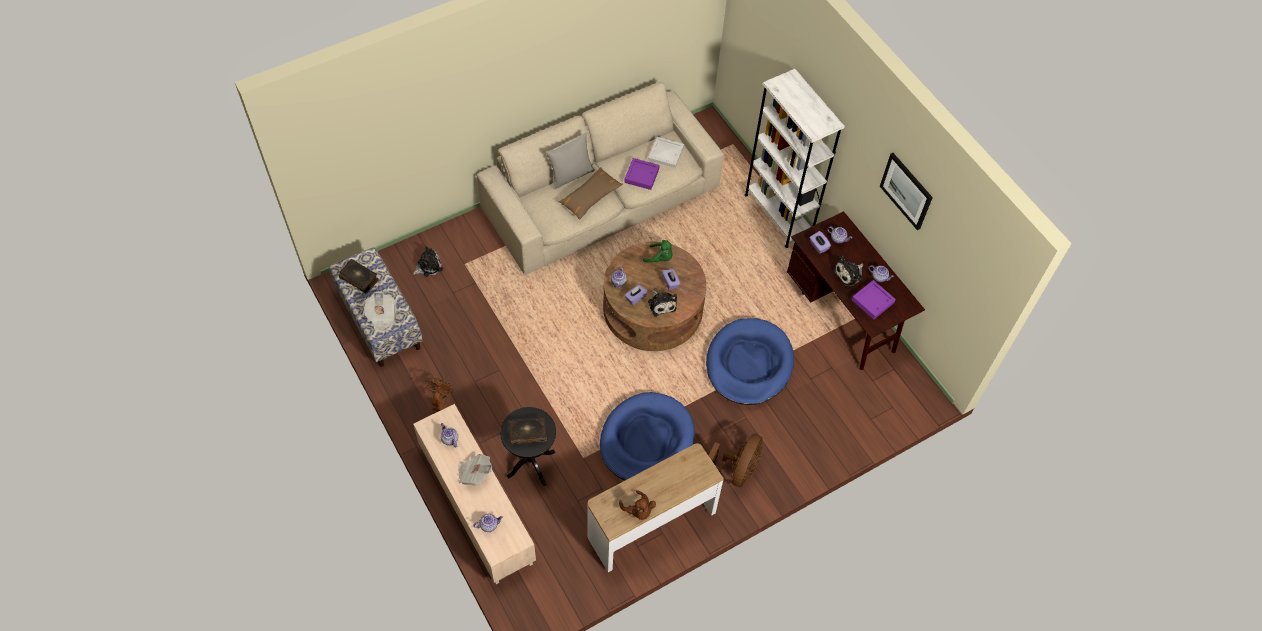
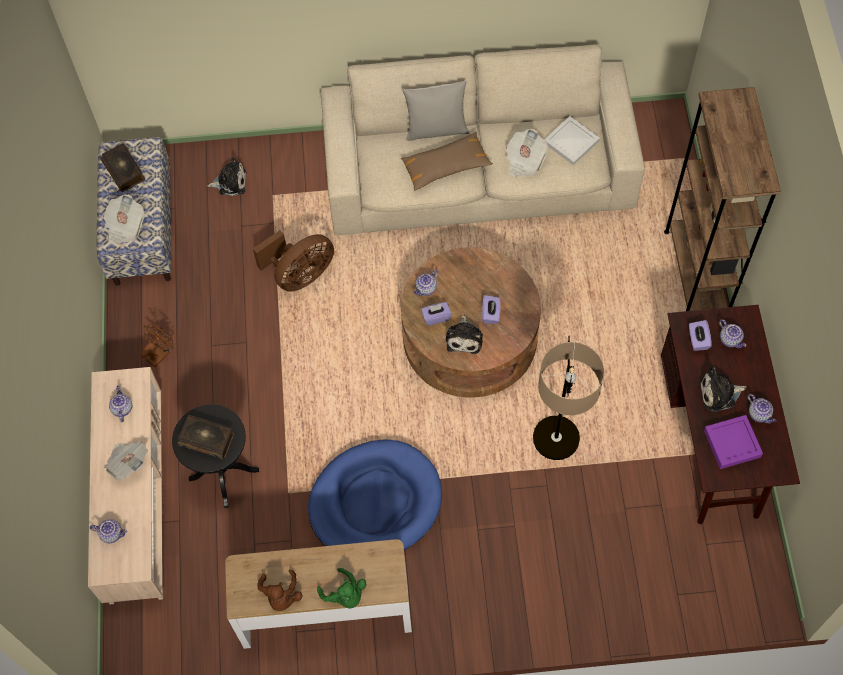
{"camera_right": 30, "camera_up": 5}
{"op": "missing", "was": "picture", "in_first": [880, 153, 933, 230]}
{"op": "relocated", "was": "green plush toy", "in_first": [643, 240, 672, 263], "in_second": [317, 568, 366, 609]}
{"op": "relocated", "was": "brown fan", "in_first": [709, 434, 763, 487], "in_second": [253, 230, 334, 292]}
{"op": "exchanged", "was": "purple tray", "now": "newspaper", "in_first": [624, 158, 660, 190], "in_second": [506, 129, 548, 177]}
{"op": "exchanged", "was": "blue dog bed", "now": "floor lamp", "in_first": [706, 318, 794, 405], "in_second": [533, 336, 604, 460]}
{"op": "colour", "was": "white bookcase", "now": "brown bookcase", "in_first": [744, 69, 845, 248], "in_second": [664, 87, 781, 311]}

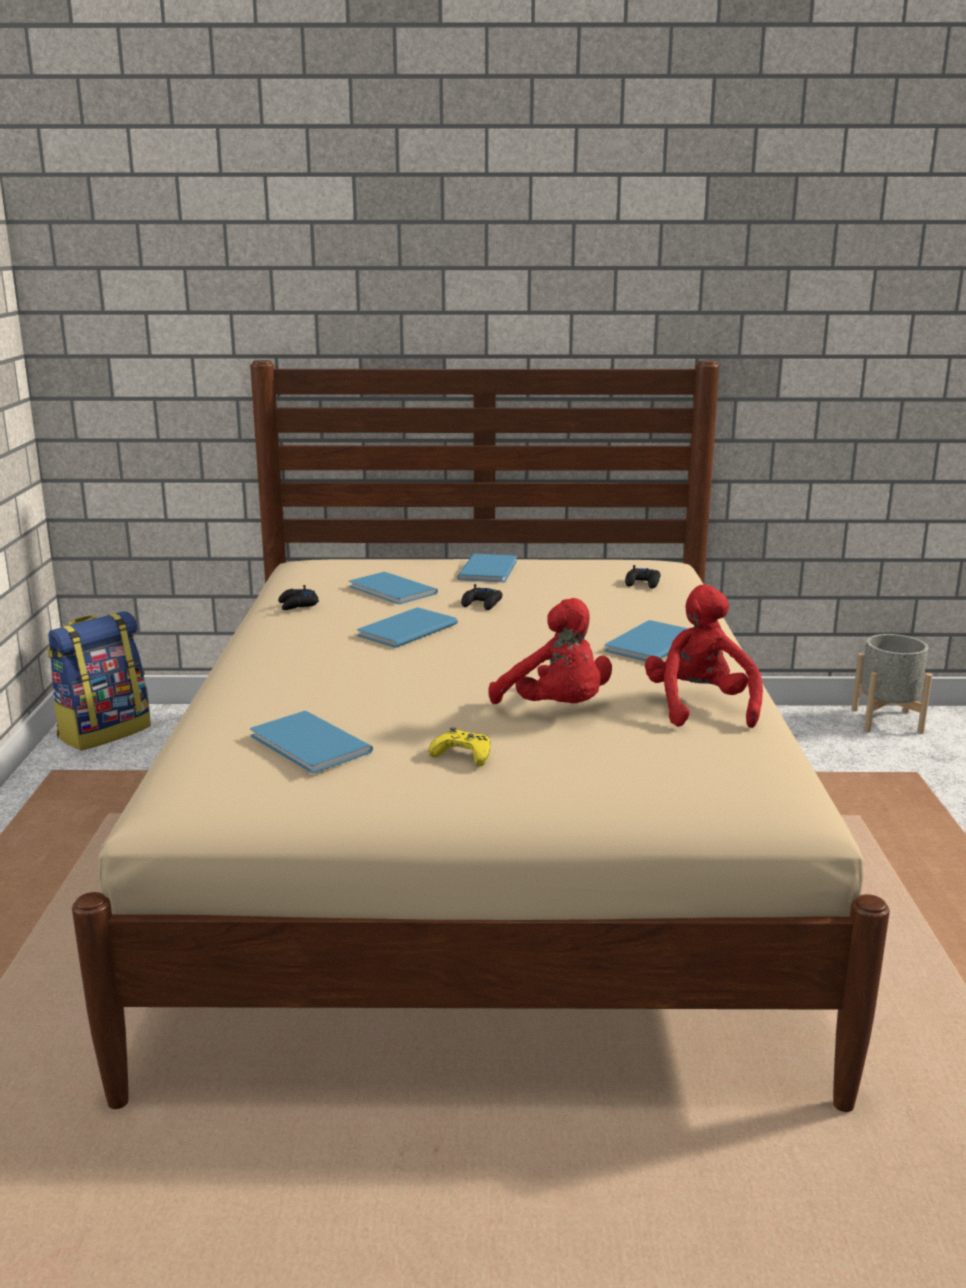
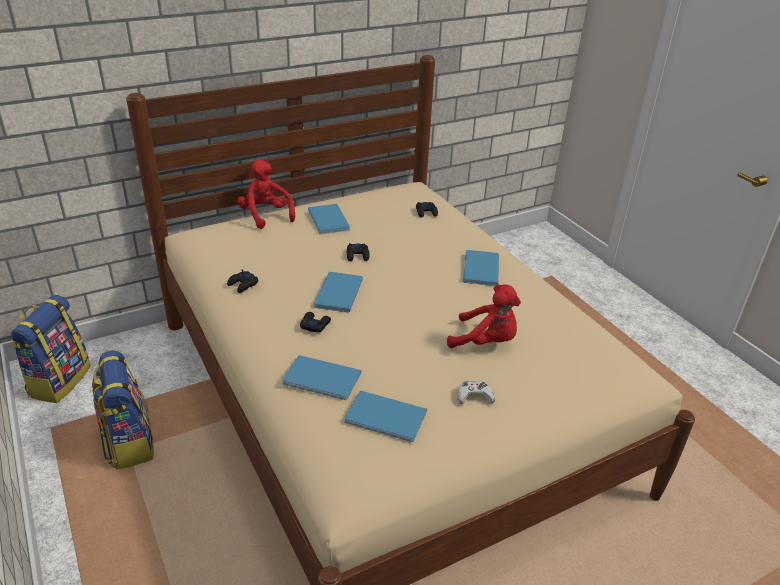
{"camera_right": -30, "camera_up": 15}
{"op": "missing", "was": "grey planter", "in_first": [851, 634, 932, 734]}
{"op": "appeared", "now": "backpack", "in_second": [92, 350, 154, 470]}
{"op": "appeared", "now": "black game controller", "in_second": [300, 312, 331, 333]}
{"op": "relocated", "was": "blue book", "in_first": [349, 572, 438, 604], "in_second": [282, 355, 361, 400]}
{"op": "relocated", "was": "red plush toy", "in_first": [645, 585, 763, 728], "in_second": [237, 159, 295, 229]}
{"op": "colour", "was": "yellow game controller", "now": "white game controller", "in_first": [428, 727, 491, 766], "in_second": [458, 381, 495, 404]}

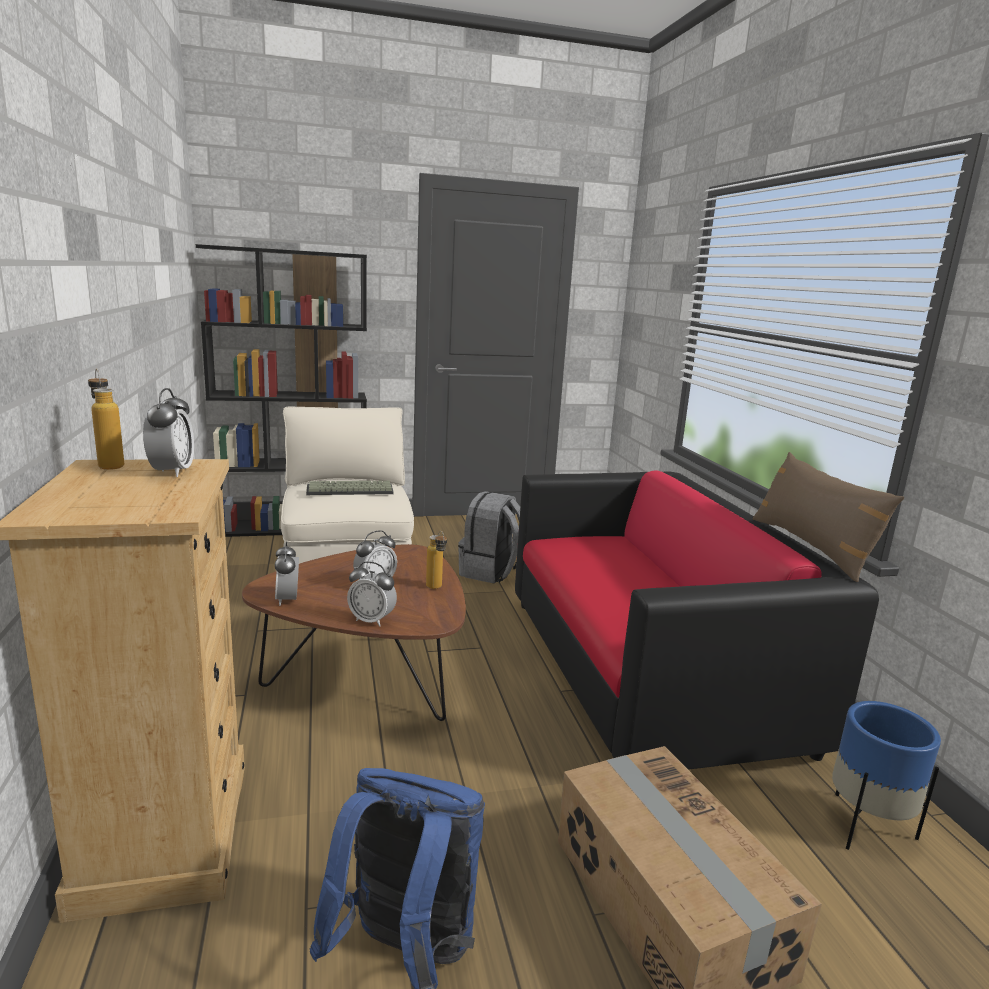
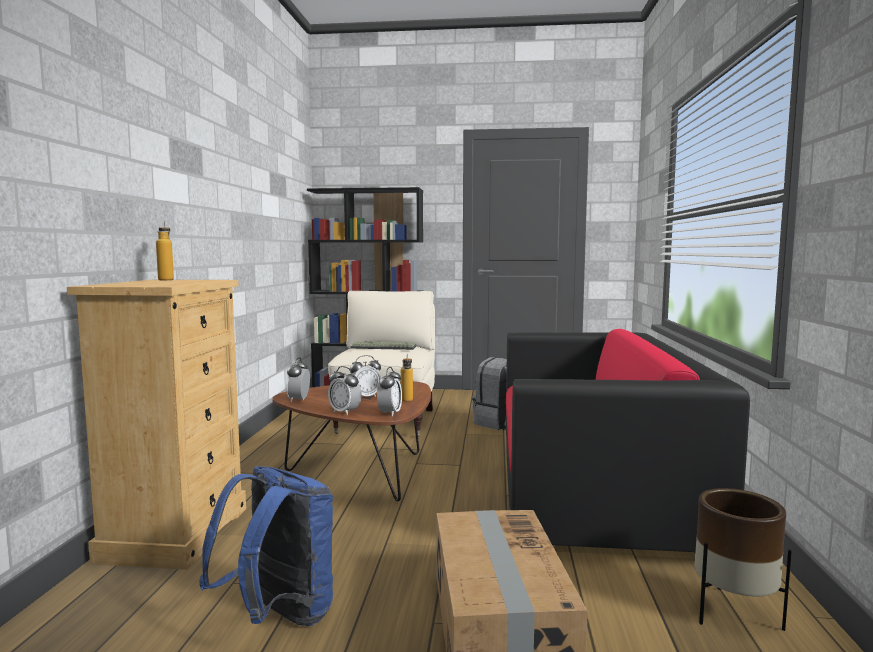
{"camera_right": 20, "camera_up": -10}
{"op": "missing", "was": "brown pillow", "in_first": [752, 452, 904, 582]}
{"op": "relocated", "was": "alarm clock", "in_first": [143, 388, 194, 477], "in_second": [377, 367, 402, 416]}
{"op": "colour", "was": "blue planter", "now": "brown planter", "in_first": [832, 701, 941, 850], "in_second": [695, 488, 792, 631]}

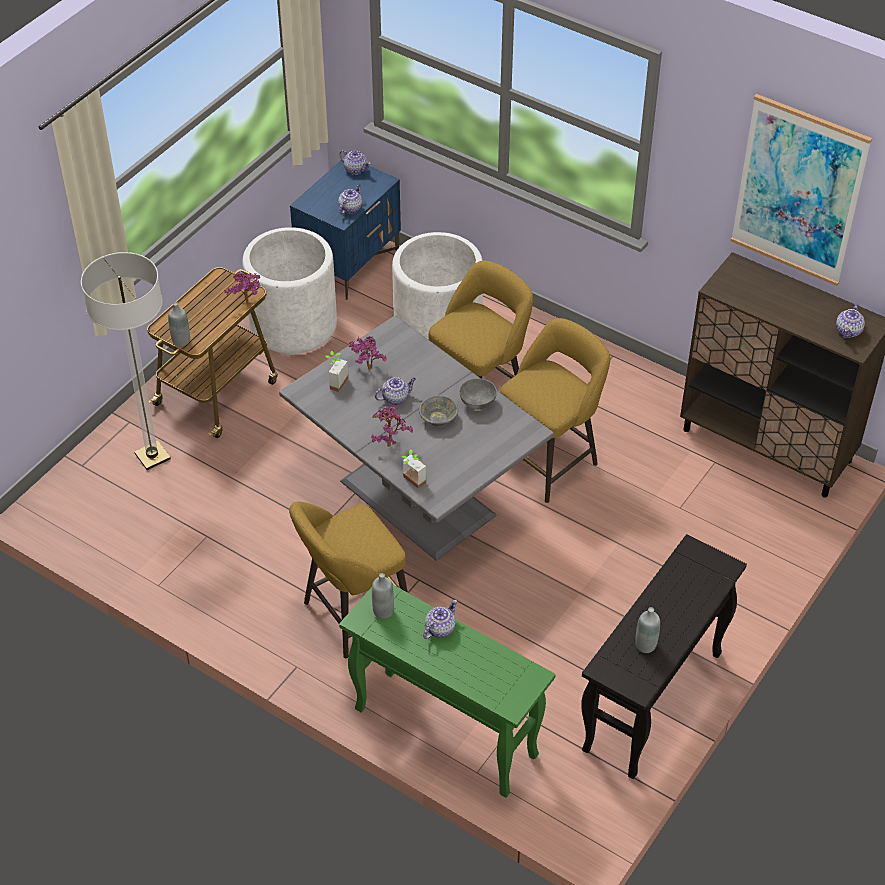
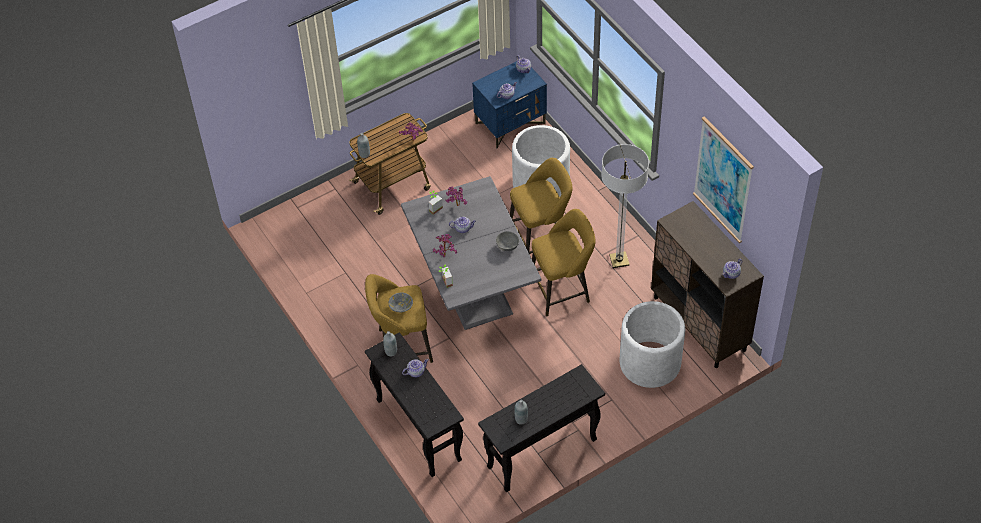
{"camera_right": 25, "camera_up": 5}
{"op": "relocated", "was": "floor lamp", "in_first": [81, 252, 171, 470], "in_second": [601, 144, 649, 268]}
{"op": "relocated", "was": "white planter", "in_first": [242, 227, 337, 354], "in_second": [620, 301, 685, 388]}
{"op": "relocated", "was": "grey bowl", "in_first": [419, 395, 458, 426], "in_second": [388, 293, 413, 313]}
{"op": "colour", "was": "green console table", "now": "black console table", "in_first": [339, 584, 556, 798], "in_second": [365, 332, 464, 477]}

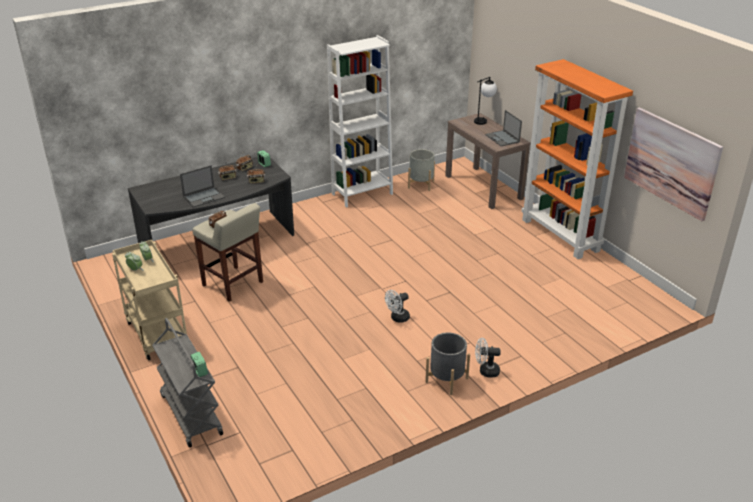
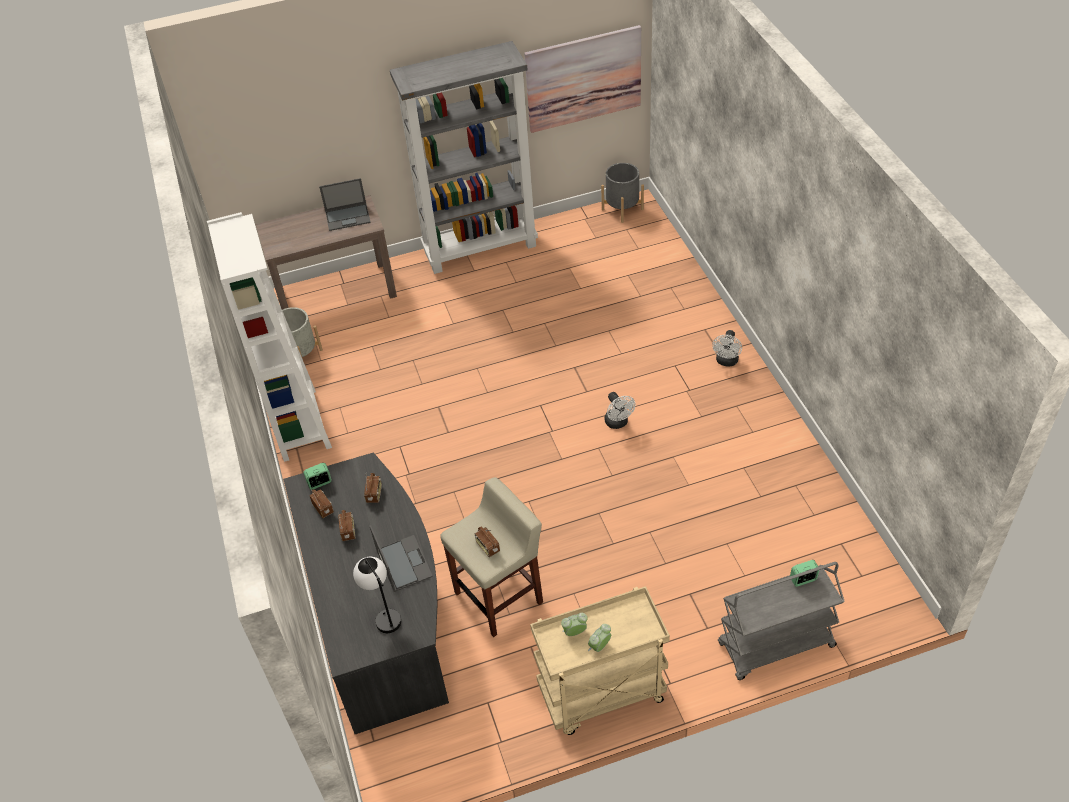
{"camera_right": -75, "camera_up": 15}
{"op": "relocated", "was": "grey planter", "in_first": [425, 332, 470, 395], "in_second": [601, 163, 644, 223]}
{"op": "relocated", "was": "table lamp", "in_first": [474, 77, 497, 125], "in_second": [353, 557, 401, 633]}
{"op": "colour", "was": "orange bookcase", "now": "grey bookcase", "in_first": [521, 59, 633, 259], "in_second": [390, 41, 538, 274]}

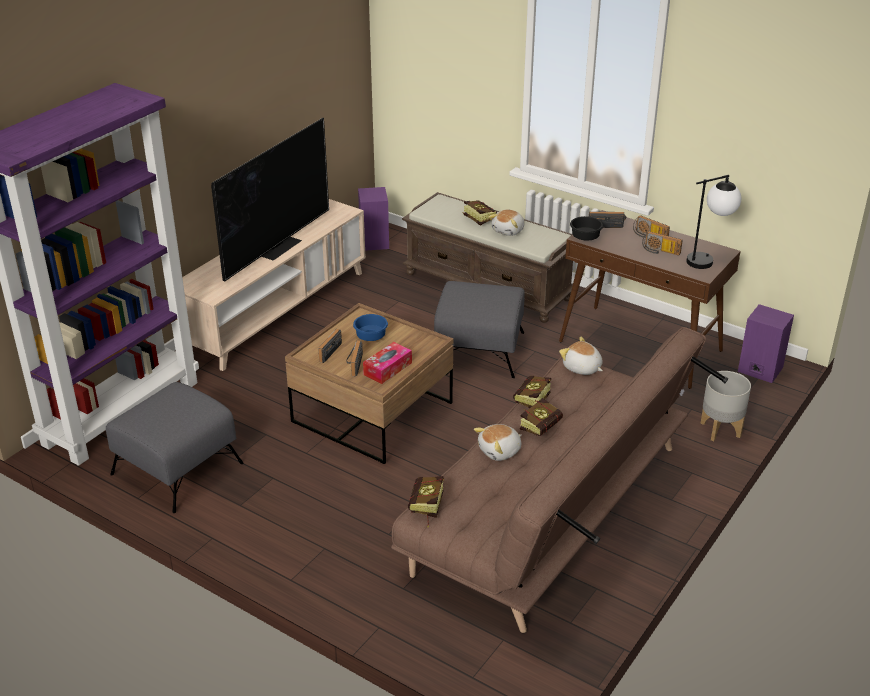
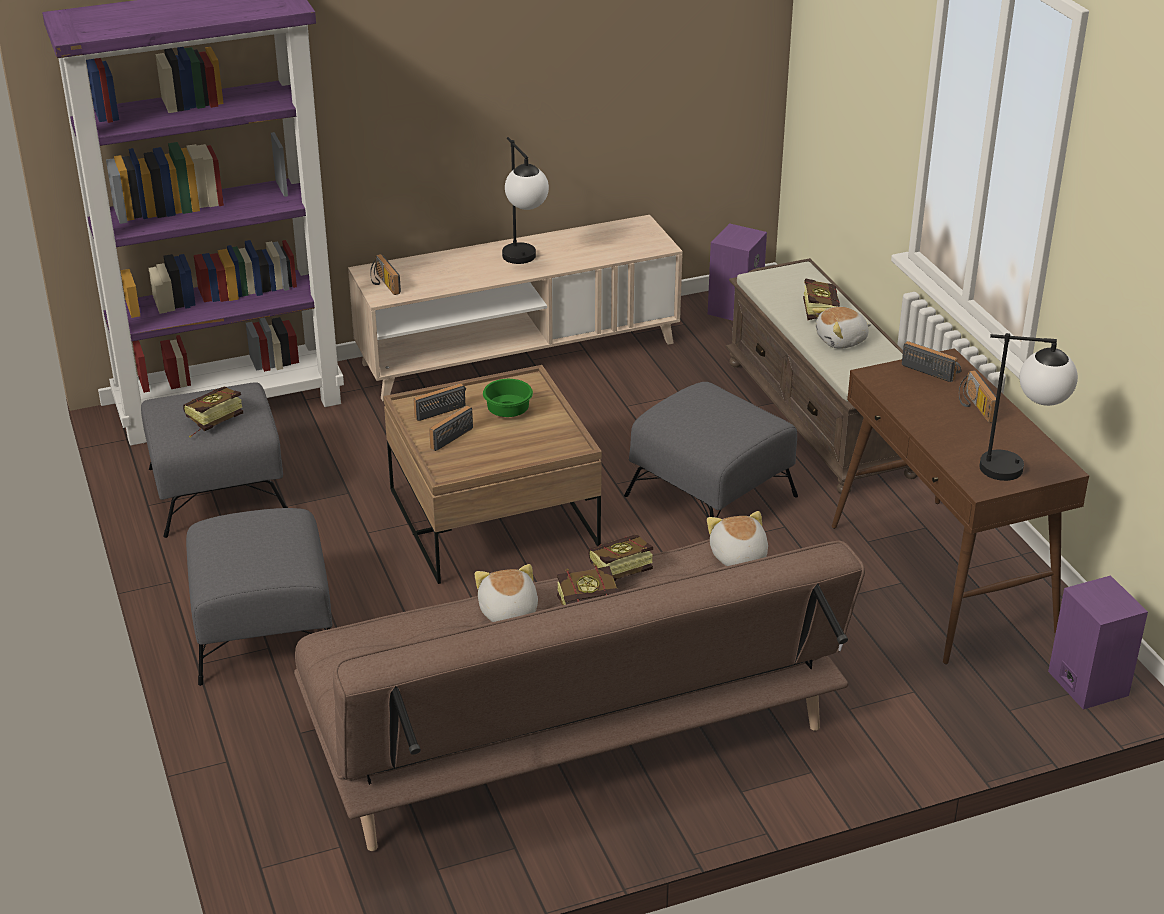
{"camera_right": 35, "camera_up": 0}
{"op": "missing", "was": "tissue box", "in_first": [363, 342, 412, 384]}
{"op": "missing", "was": "black bowl", "in_first": [570, 216, 603, 240]}
{"op": "missing", "was": "grey planter", "in_first": [700, 371, 751, 441]}
{"op": "appeared", "now": "grey ottoman", "in_second": [186, 508, 333, 686]}
{"op": "relocated", "was": "book", "in_first": [408, 476, 444, 527], "in_second": [183, 387, 243, 437]}
{"op": "relocated", "was": "radio", "in_first": [642, 231, 683, 256], "in_second": [370, 254, 401, 295]}
{"op": "exchanged", "was": "television", "now": "table lamp", "in_first": [211, 118, 329, 281], "in_second": [502, 137, 549, 264]}
{"op": "colour", "was": "blue bowl", "now": "green bowl", "in_first": [353, 314, 388, 341], "in_second": [483, 379, 533, 417]}
{"op": "spun", "was": "plush toy", "in_first": [474, 424, 522, 461], "in_second": [475, 564, 538, 622], "clockwise": 75}

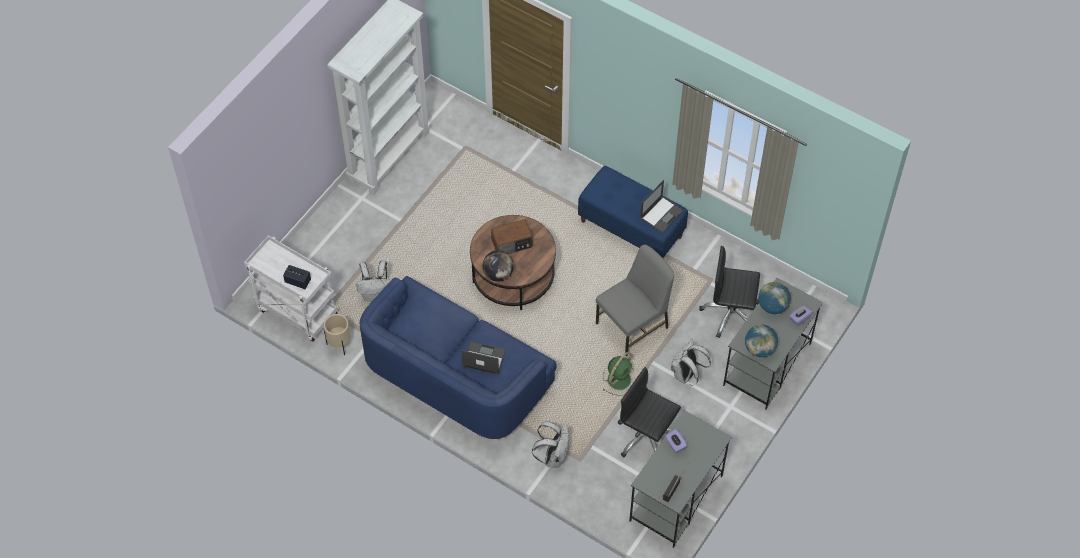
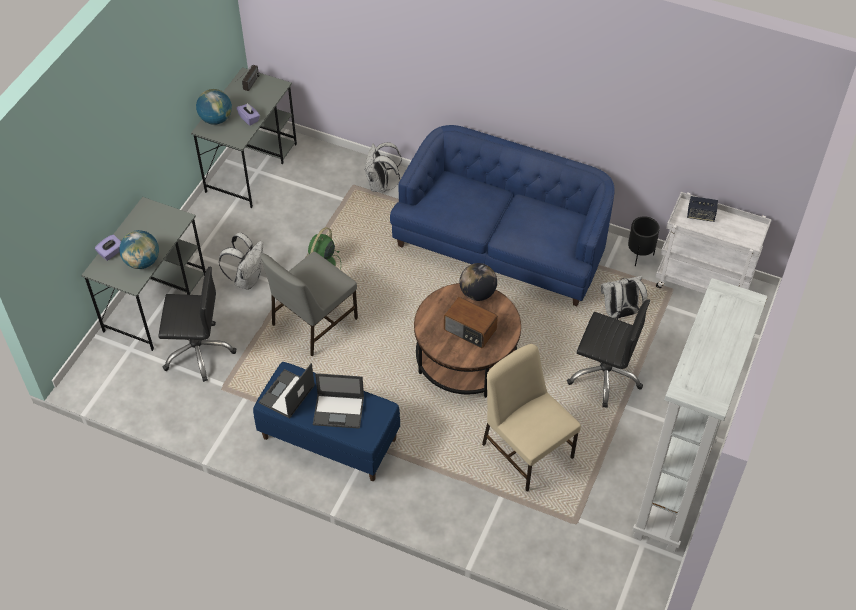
{"camera_right": 170, "camera_up": -5}
{"op": "appeared", "now": "beige chair", "in_second": [482, 344, 581, 491]}
{"op": "relocated", "was": "laptop", "in_first": [462, 341, 506, 374], "in_second": [313, 373, 364, 429]}
{"op": "relocated", "was": "black office chair", "in_first": [618, 367, 681, 457], "in_second": [567, 299, 650, 408]}
{"op": "relocated", "was": "globe", "in_first": [745, 324, 778, 357], "in_second": [196, 89, 232, 125]}
{"op": "colour", "was": "beige planter", "now": "black planter", "in_first": [324, 314, 350, 355], "in_second": [628, 216, 660, 266]}
{"op": "spun", "was": "radio", "in_first": [491, 219, 533, 254], "in_second": [444, 297, 498, 349], "clockwise": -120}

